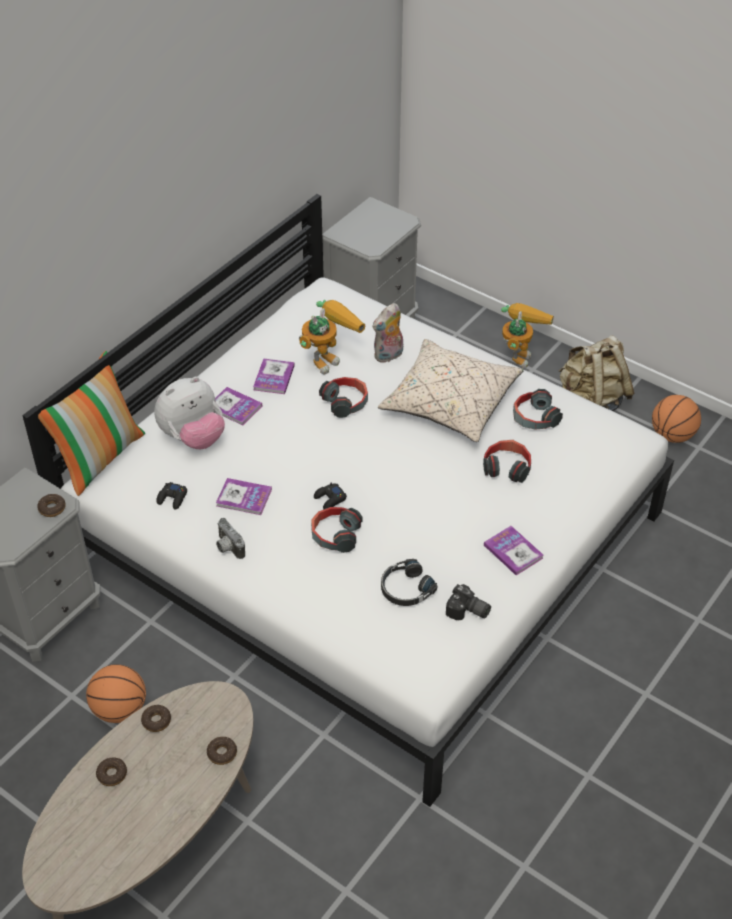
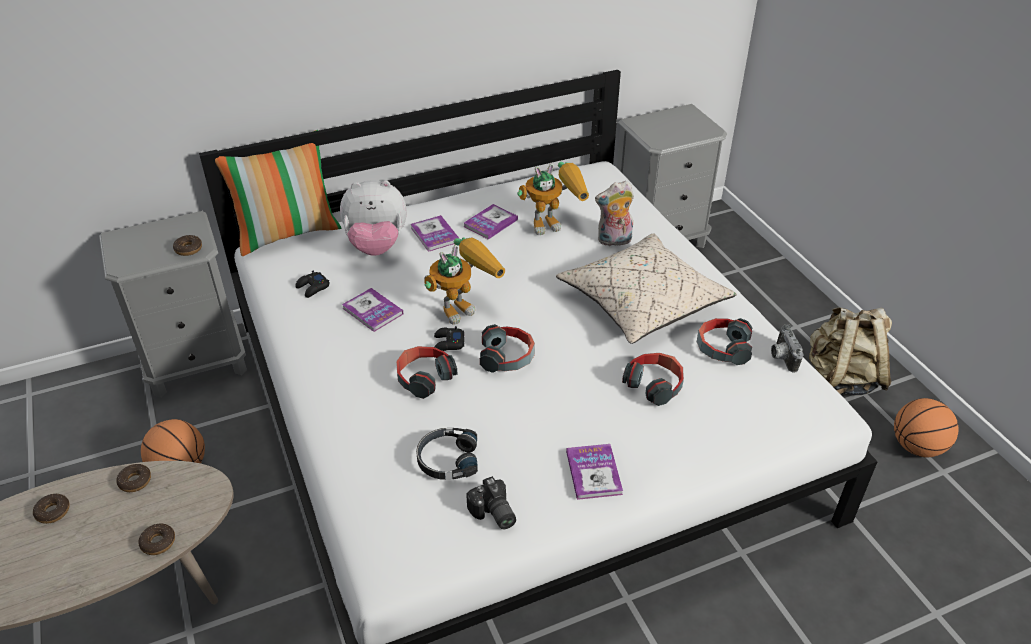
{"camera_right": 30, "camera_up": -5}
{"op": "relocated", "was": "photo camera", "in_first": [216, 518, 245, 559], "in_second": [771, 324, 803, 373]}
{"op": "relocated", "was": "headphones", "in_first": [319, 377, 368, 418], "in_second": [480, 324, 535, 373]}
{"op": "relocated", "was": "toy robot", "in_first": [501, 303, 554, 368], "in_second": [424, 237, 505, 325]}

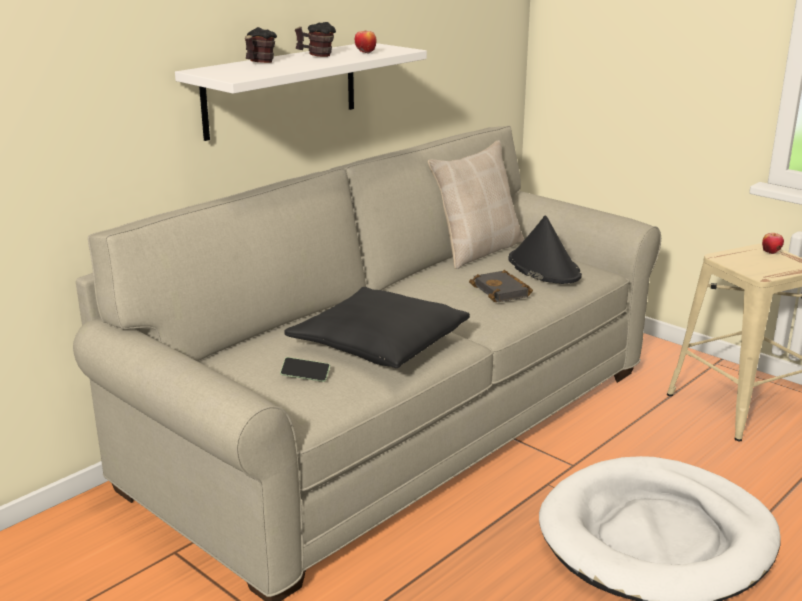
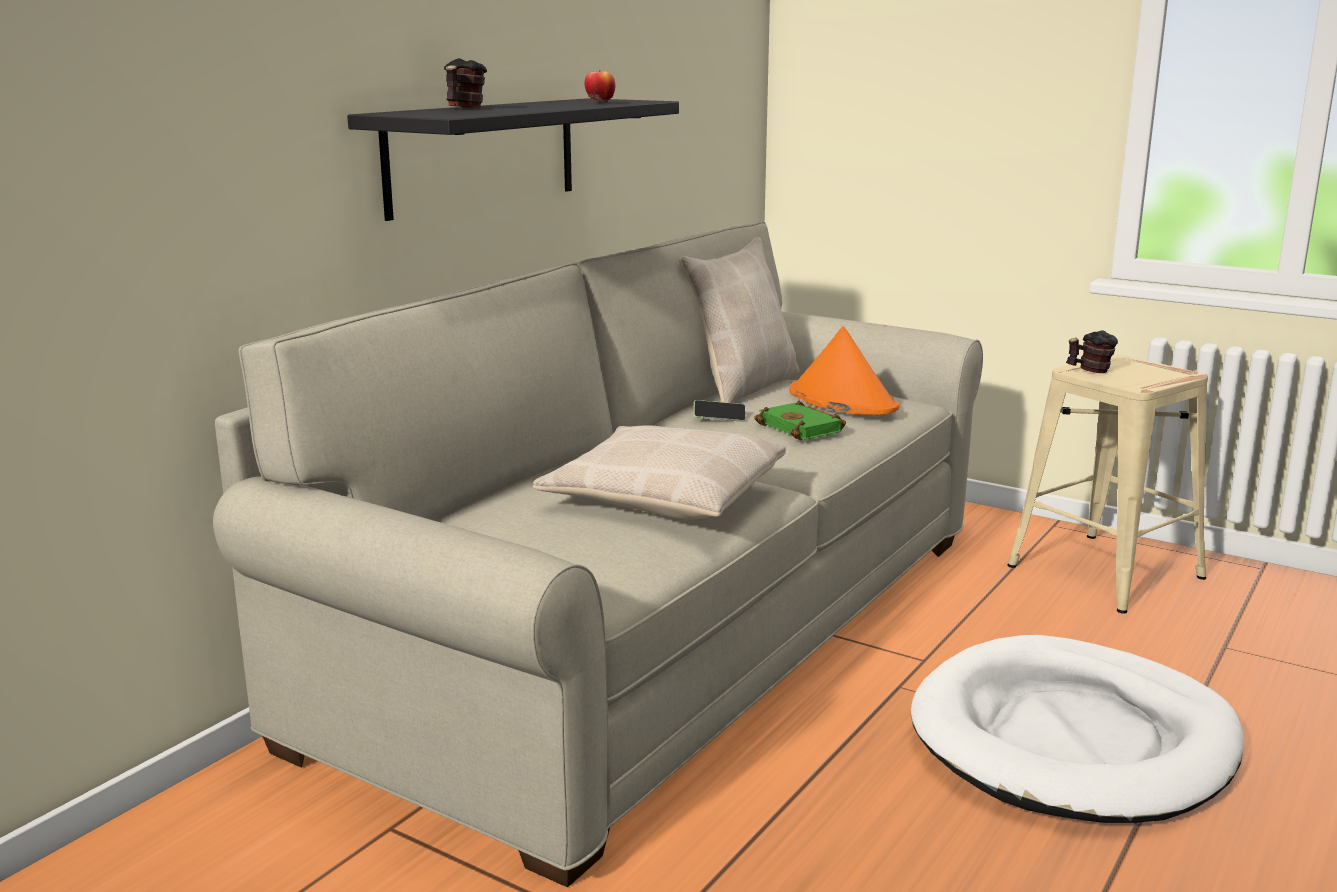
{"camera_right": -10, "camera_up": -5}
{"op": "missing", "was": "apple", "in_first": [762, 233, 784, 254]}
{"op": "relocated", "was": "phone", "in_first": [280, 357, 330, 382], "in_second": [694, 400, 746, 422]}
{"op": "relocated", "was": "mug", "in_first": [295, 22, 336, 57], "in_second": [1066, 330, 1118, 373]}
{"op": "colour", "was": "white shelf", "now": "black shelf", "in_first": [175, 43, 427, 141], "in_second": [347, 98, 679, 221]}
{"op": "colour", "was": "black pillow", "now": "beige pillow", "in_first": [284, 287, 470, 368], "in_second": [533, 425, 786, 519]}
{"op": "colour", "was": "black book", "now": "green book", "in_first": [469, 270, 533, 302], "in_second": [754, 400, 846, 440]}
{"op": "colour", "was": "black hat", "now": "orange hat", "in_first": [508, 215, 582, 284], "in_second": [789, 326, 899, 415]}

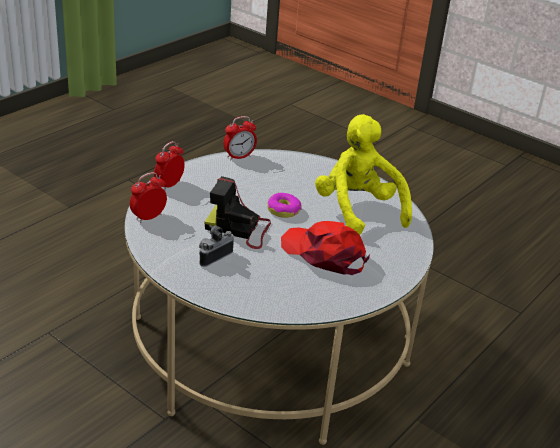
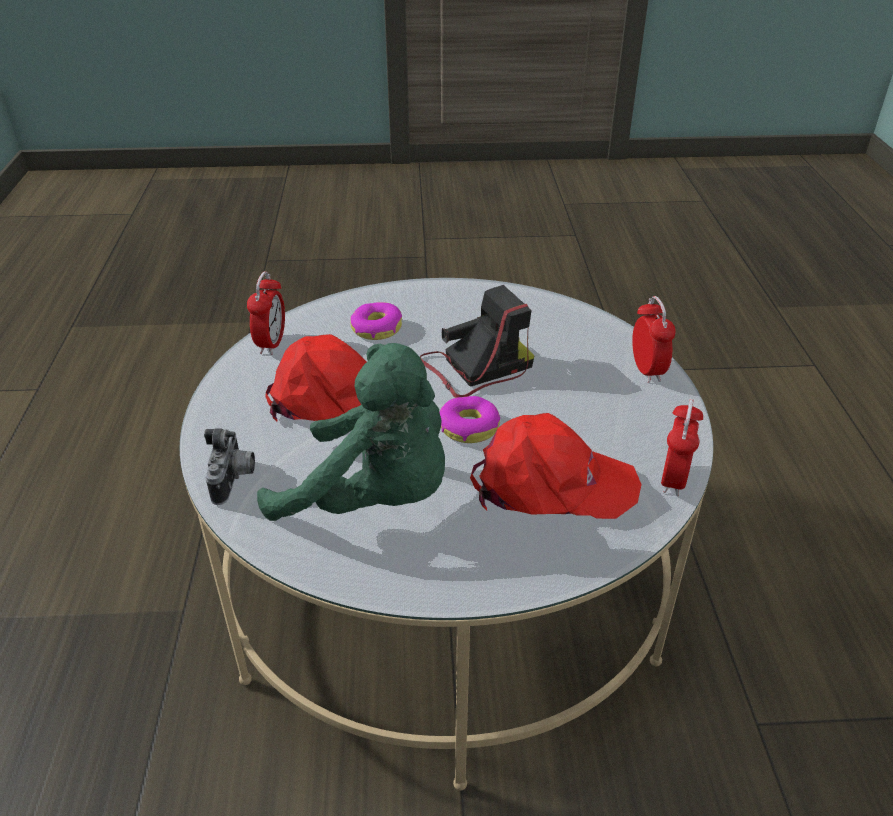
{"camera_right": 140, "camera_up": 5}
{"op": "appeared", "now": "donut", "in_second": [350, 302, 402, 340]}
{"op": "appeared", "now": "red cap", "in_second": [470, 413, 642, 519]}
{"op": "relocated", "was": "alarm clock", "in_first": [130, 172, 167, 223], "in_second": [247, 271, 285, 355]}
{"op": "relocated", "was": "photo camera", "in_first": [199, 225, 234, 267], "in_second": [204, 428, 255, 505]}
{"op": "colour", "was": "yellow plush toy", "now": "green plush toy", "in_first": [315, 114, 412, 235], "in_second": [257, 343, 445, 521]}

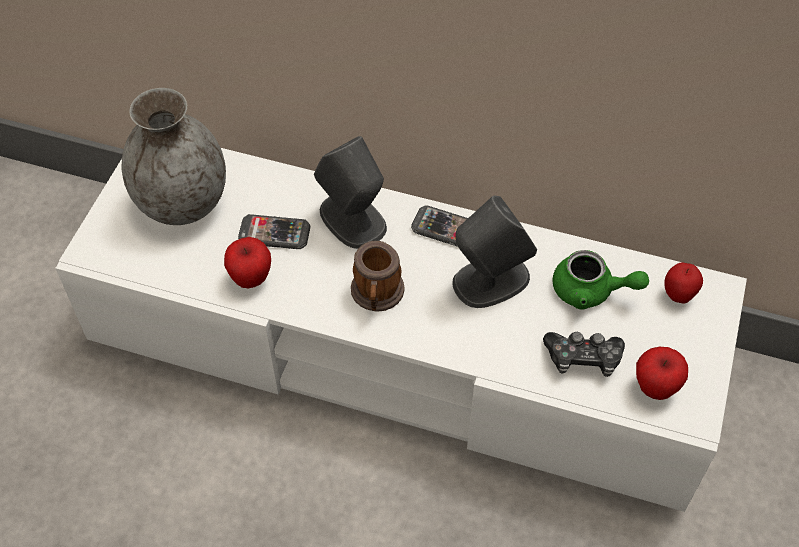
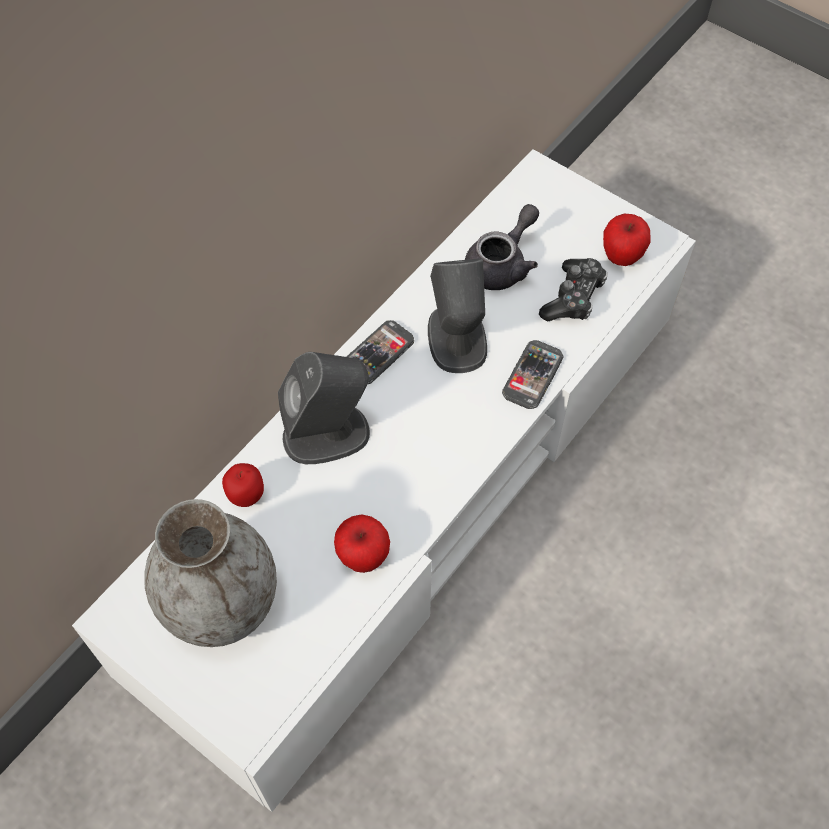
{"camera_right": -70, "camera_up": 5}
{"op": "missing", "was": "mug", "in_first": [351, 241, 405, 312]}
{"op": "relocated", "was": "phone", "in_first": [238, 214, 310, 249], "in_second": [502, 340, 564, 409]}
{"op": "relocated", "was": "apple", "in_first": [664, 262, 703, 304], "in_second": [222, 463, 264, 507]}
{"op": "colour", "was": "green teapot", "now": "grey teapot", "in_first": [553, 250, 649, 310], "in_second": [465, 204, 539, 290]}

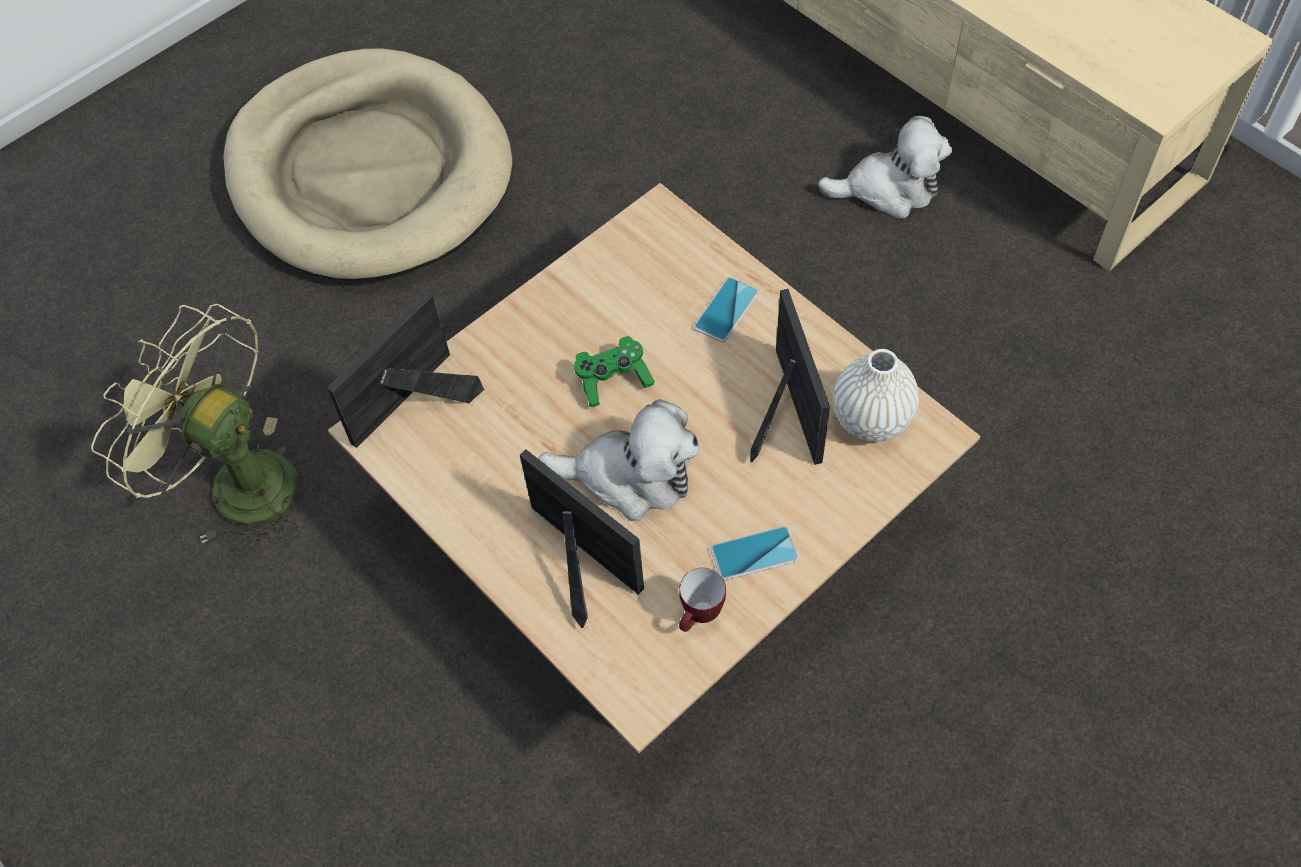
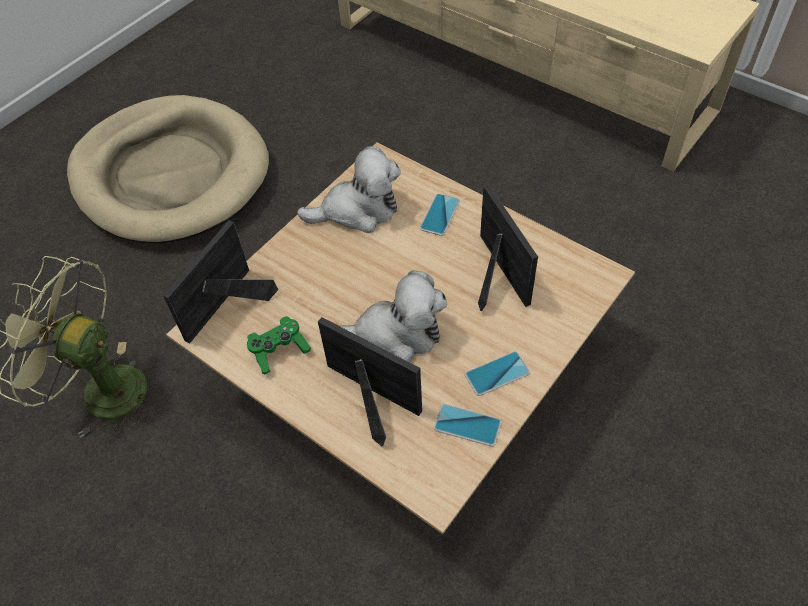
{"camera_right": -10, "camera_up": -5}
{"op": "missing", "was": "white vase", "in_first": [833, 349, 919, 442]}
{"op": "relocated", "was": "green game controller", "in_first": [574, 336, 655, 407], "in_second": [247, 316, 311, 374]}
{"op": "relocated", "was": "plush toy", "in_first": [818, 116, 952, 219], "in_second": [297, 146, 401, 233]}
{"op": "exchanged", "was": "mug", "now": "phone", "in_first": [679, 568, 726, 632], "in_second": [434, 404, 502, 447]}

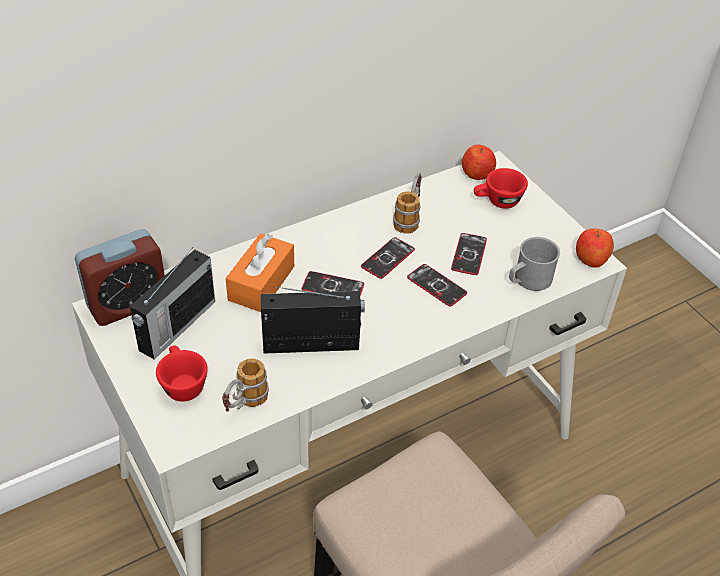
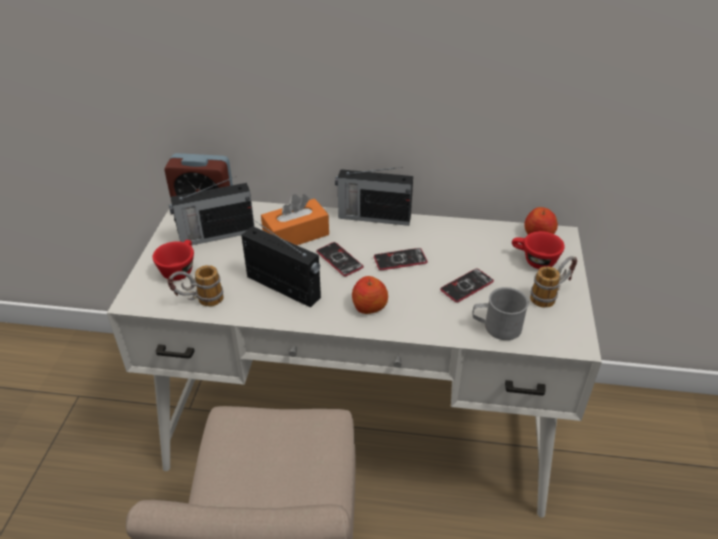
{"camera_right": 40, "camera_up": -5}
{"op": "missing", "was": "phone", "in_first": [407, 264, 467, 307]}
{"op": "appeared", "now": "radio", "in_second": [335, 167, 413, 226]}
{"op": "relocated", "was": "mug", "in_first": [393, 173, 422, 234], "in_second": [530, 256, 577, 308]}
{"op": "relocated", "was": "apple", "in_first": [576, 228, 614, 268], "in_second": [352, 276, 388, 314]}

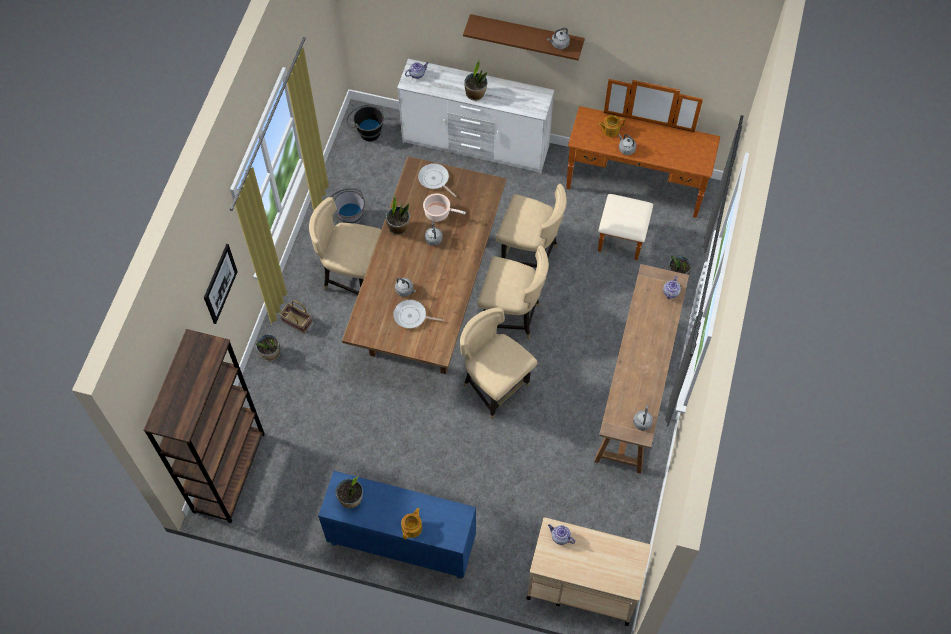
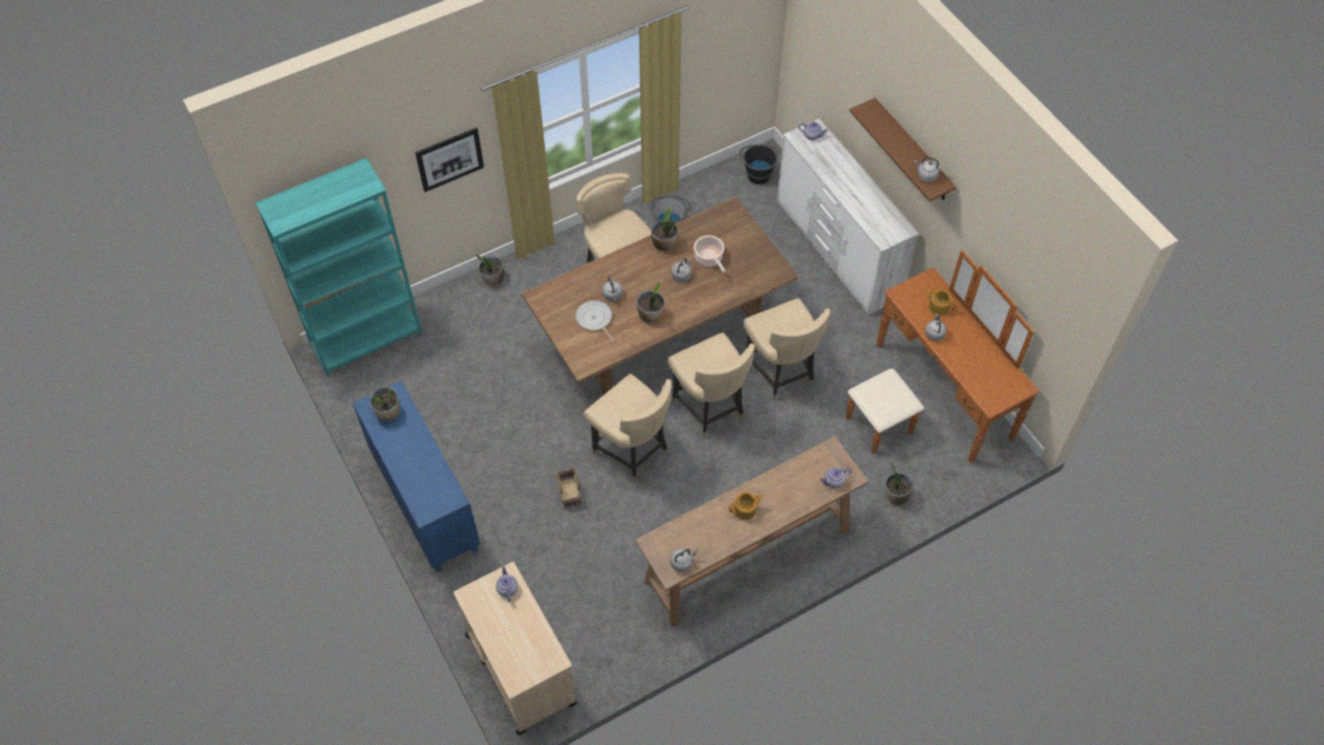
{"camera_right": 45, "camera_up": -5}
{"op": "missing", "was": "frying pan", "in_first": [418, 163, 456, 197]}
{"op": "relocated", "was": "basket", "in_first": [279, 300, 312, 334], "in_second": [556, 468, 582, 509]}
{"op": "relocated", "was": "teapot", "in_first": [401, 508, 422, 539], "in_second": [729, 492, 764, 520]}
{"op": "relocated", "was": "potted plant", "in_first": [464, 60, 487, 101], "in_second": [636, 281, 664, 324]}
{"op": "colour", "was": "brown bookcase", "now": "turquoise bookcase", "in_first": [143, 329, 265, 523], "in_second": [255, 158, 422, 377]}
{"op": "spun", "was": "beige chair", "in_first": [460, 307, 538, 419], "in_second": [583, 374, 672, 482], "clockwise": 135}

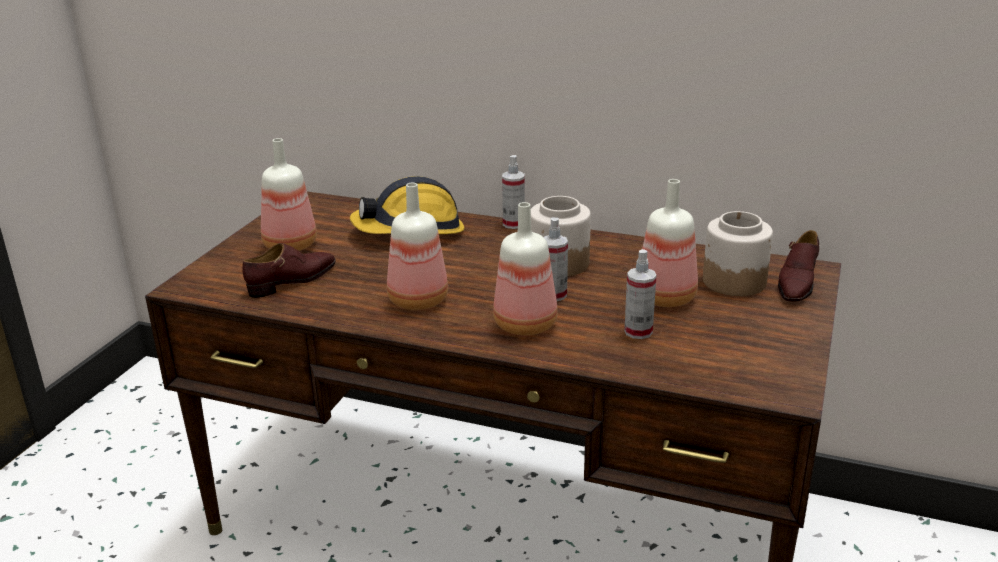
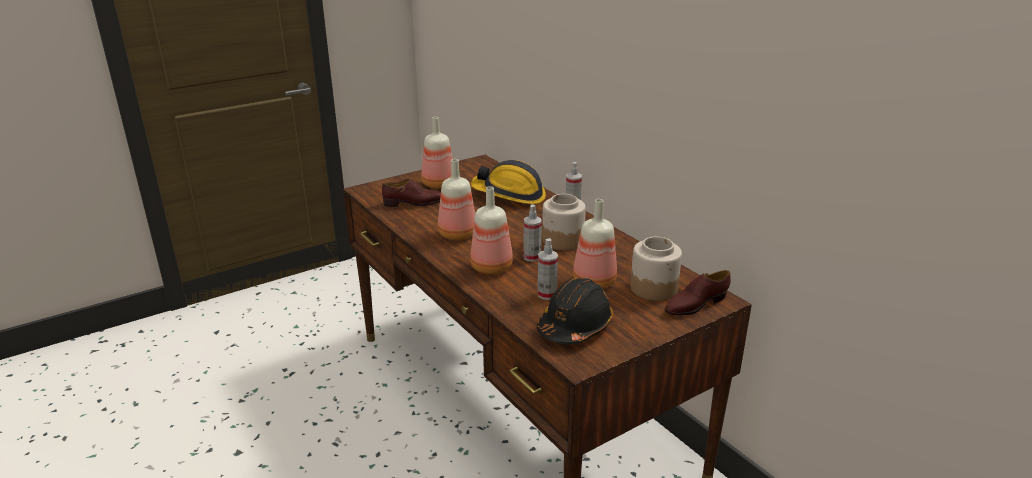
{"camera_right": 35, "camera_up": 0}
{"op": "appeared", "now": "black hard hat", "in_second": [537, 278, 613, 344]}

